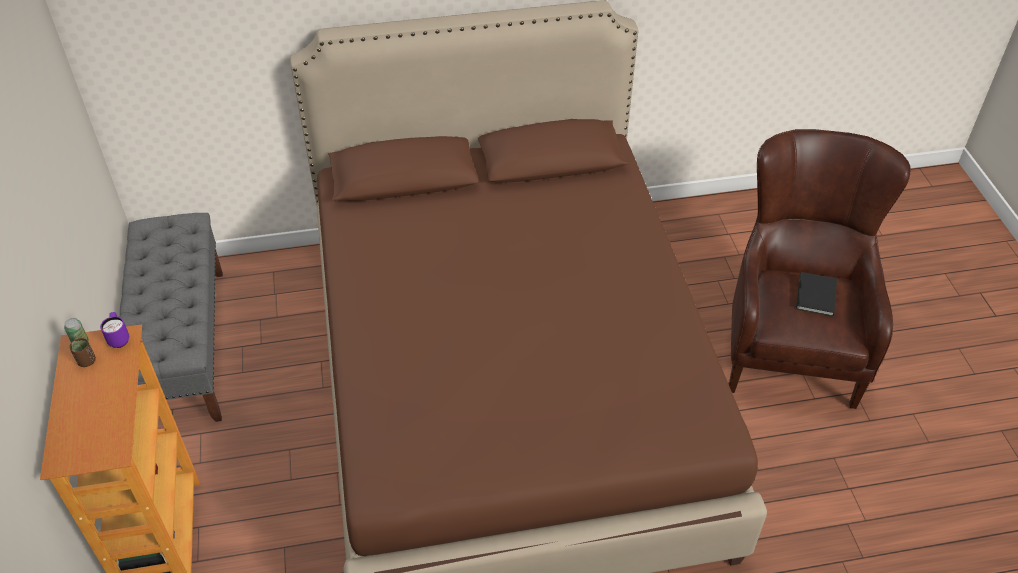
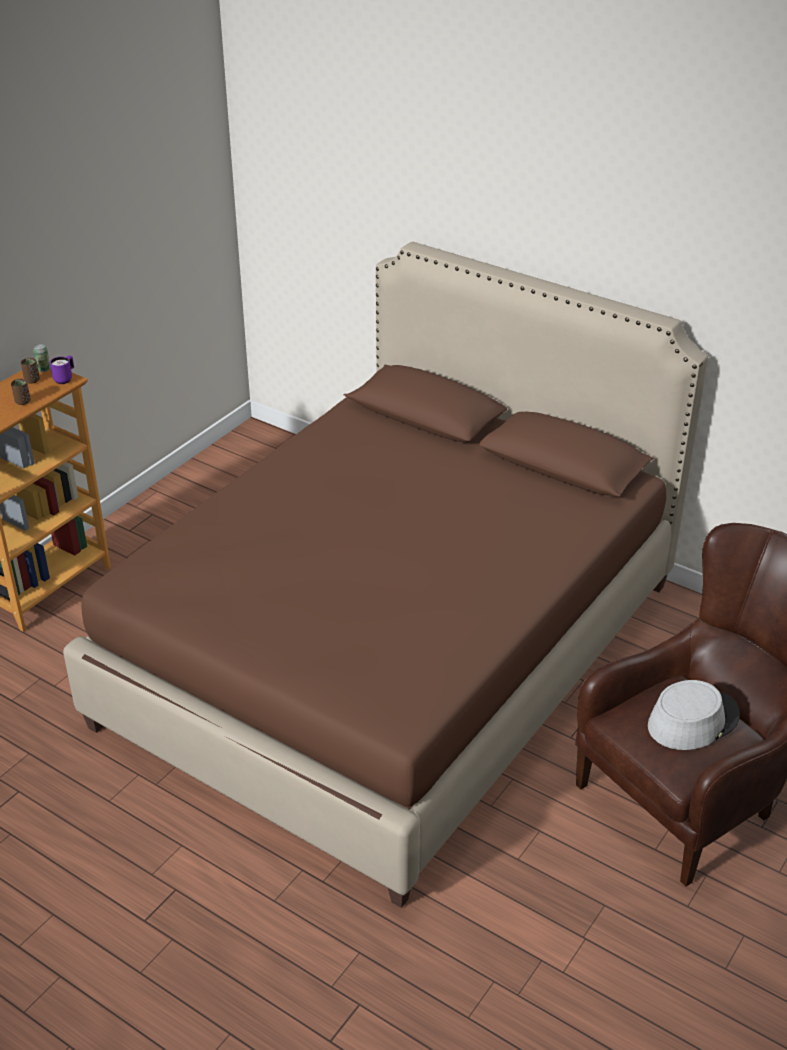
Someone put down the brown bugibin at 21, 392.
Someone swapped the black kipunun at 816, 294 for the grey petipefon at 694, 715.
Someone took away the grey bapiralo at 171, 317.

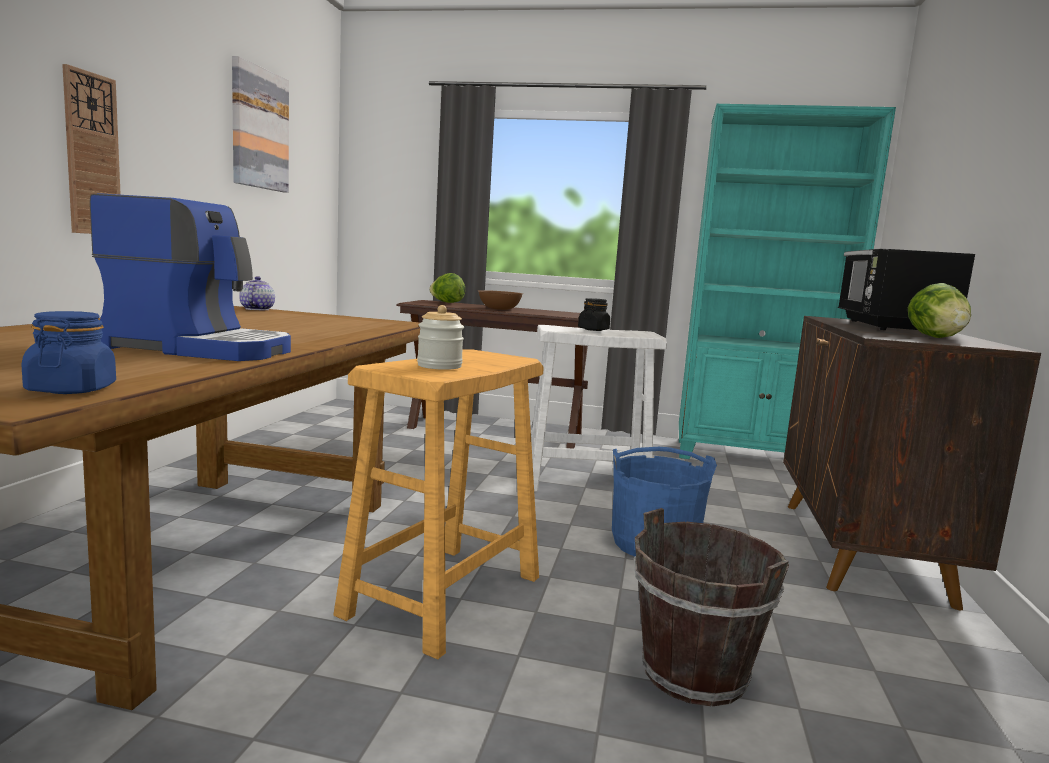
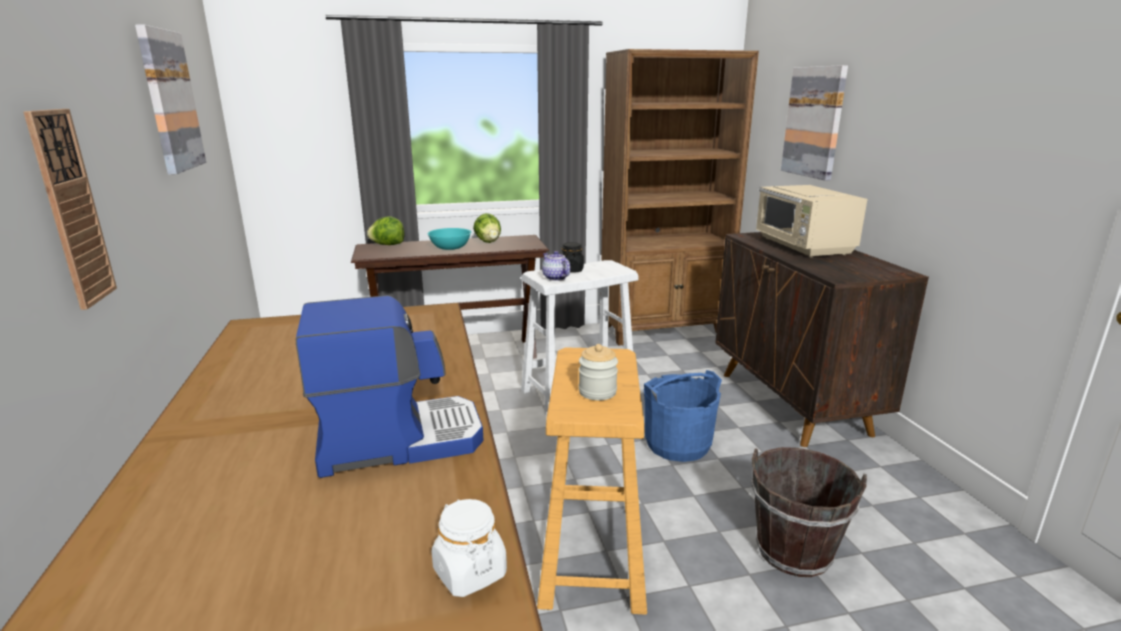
Someone repainted the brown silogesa at 501, 300, which became the turquoise silogesa at 449, 239.
Someone repainted the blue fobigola at 69, 352, which became the white fobigola at 469, 548.
Someone carried the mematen from 939, 310 to 487, 228.
Someone carried the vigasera from 257, 293 to 556, 266.
Someone repainted the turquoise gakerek at 787, 281, which became the brown gakerek at 679, 197.
Someone repainted the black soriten at 906, 289, which became the beige soriten at 811, 221.
Someone put up the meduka at 814, 123.

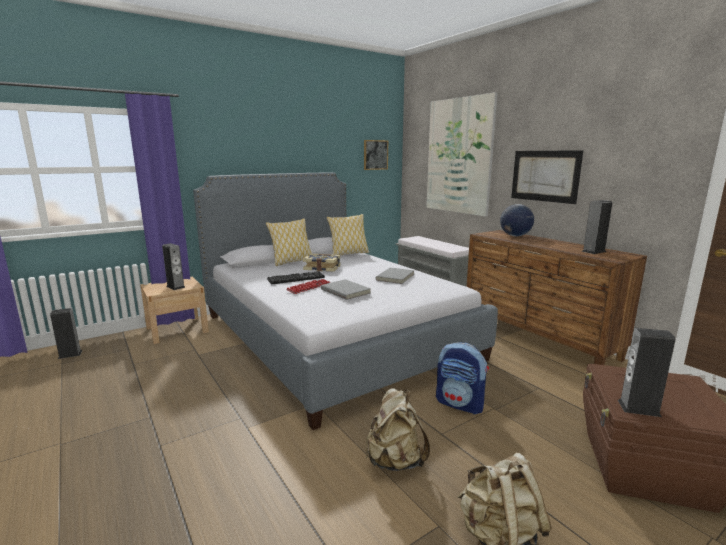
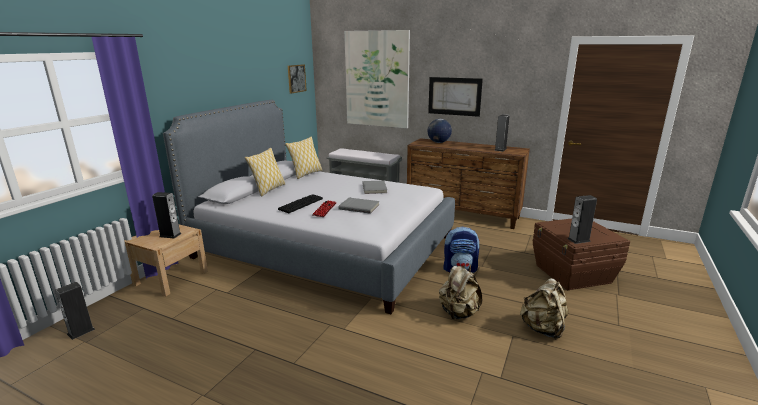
Someone took away the kipunun at 321, 263.

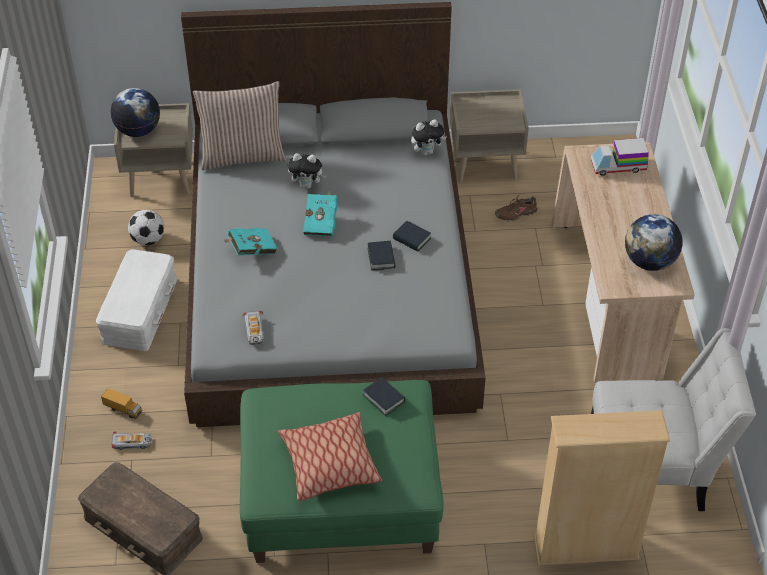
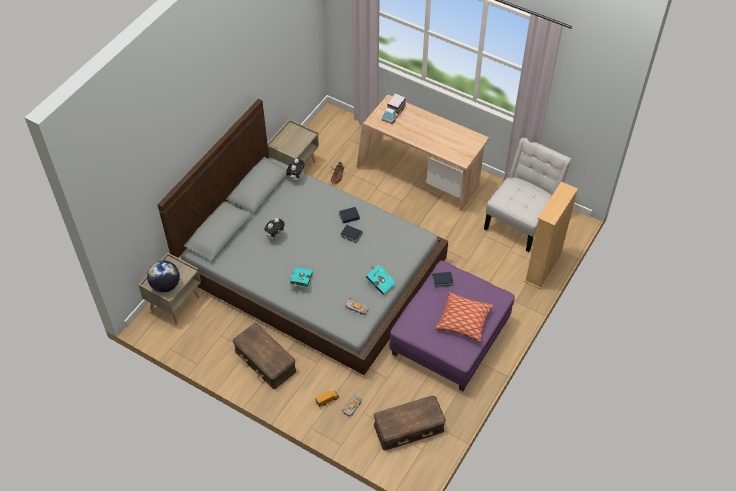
Someone repainted the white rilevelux at 136, 300, which became the brown rilevelux at 264, 356.
Someone carried the turquoise kipunun from 320, 213 to 381, 280.
Someone repainted the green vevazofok at 342, 471, which became the purple vevazofok at 452, 326.
Someone took away the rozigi at 146, 228.
Someone took away the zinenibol at 239, 125.
Someone took away the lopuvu at 654, 242.

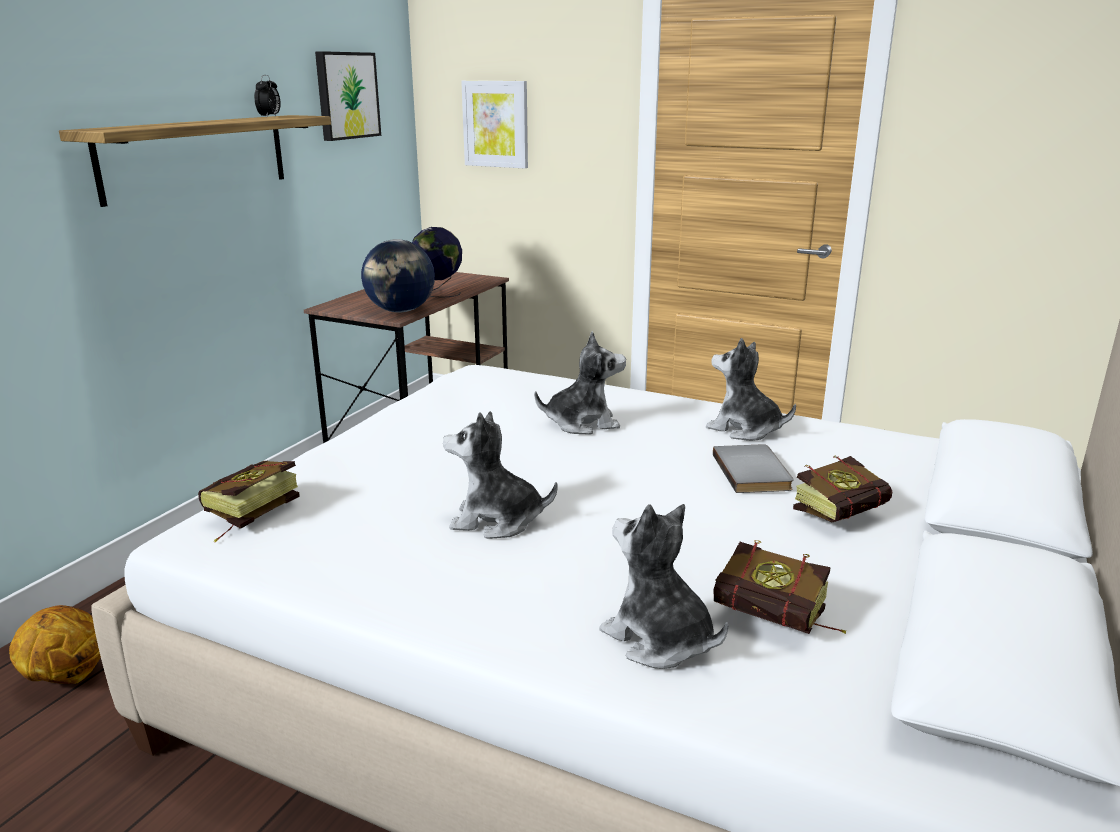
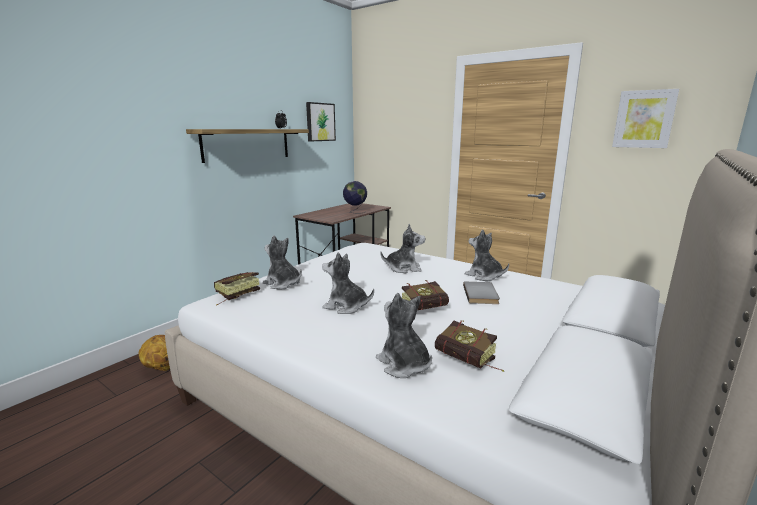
Someone put down the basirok at 282, 262.
Someone carried the kipunun from 843, 489 to 425, 295.
Someone carried the meduka from 494, 124 to 645, 118.
Someone took away the lopuvu at 398, 276.

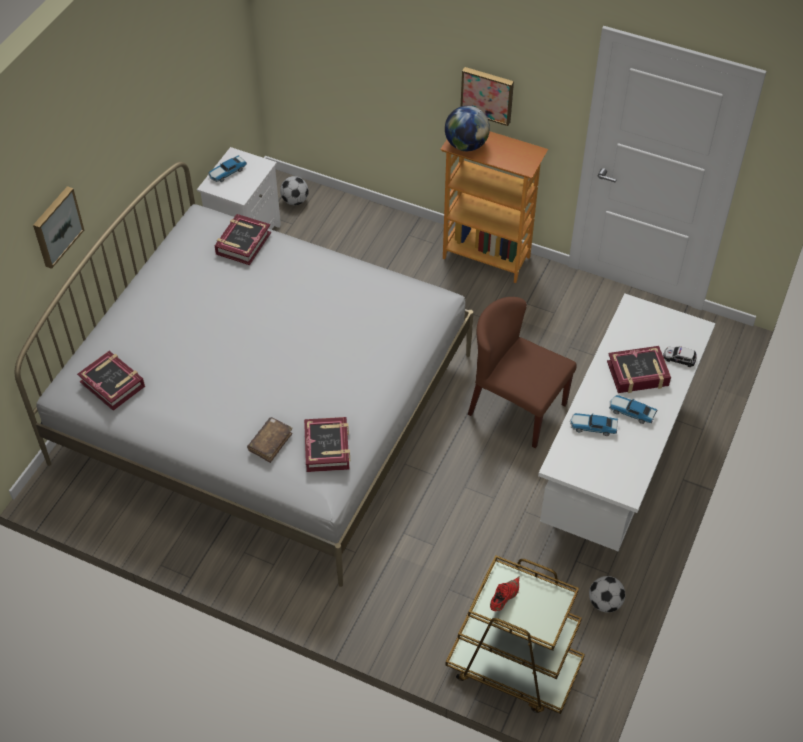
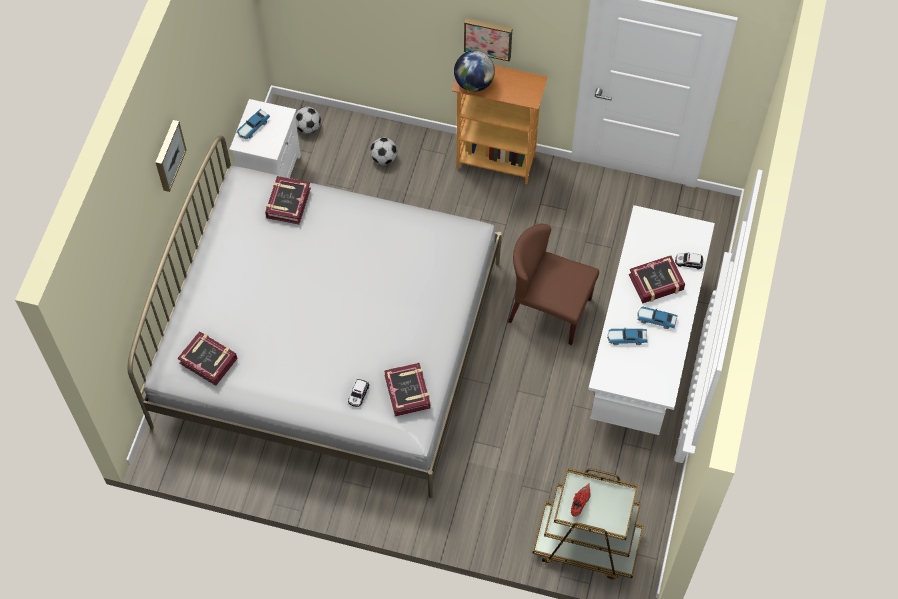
Someone carried the meduka from 58, 227 to 171, 156.
Someone swapped the brown kipunun at 270, 440 for the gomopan at 358, 393.
Someone carried the rozigi from 607, 594 to 383, 151.

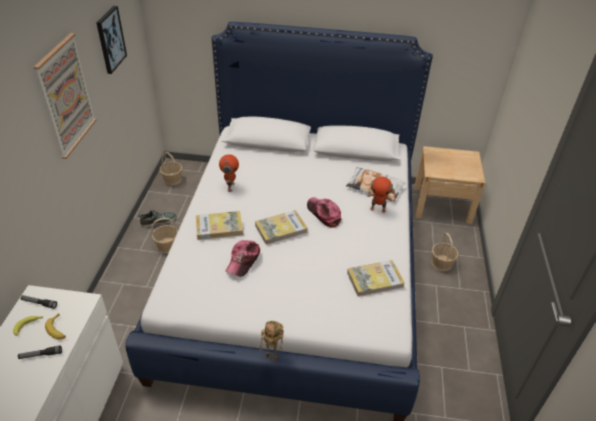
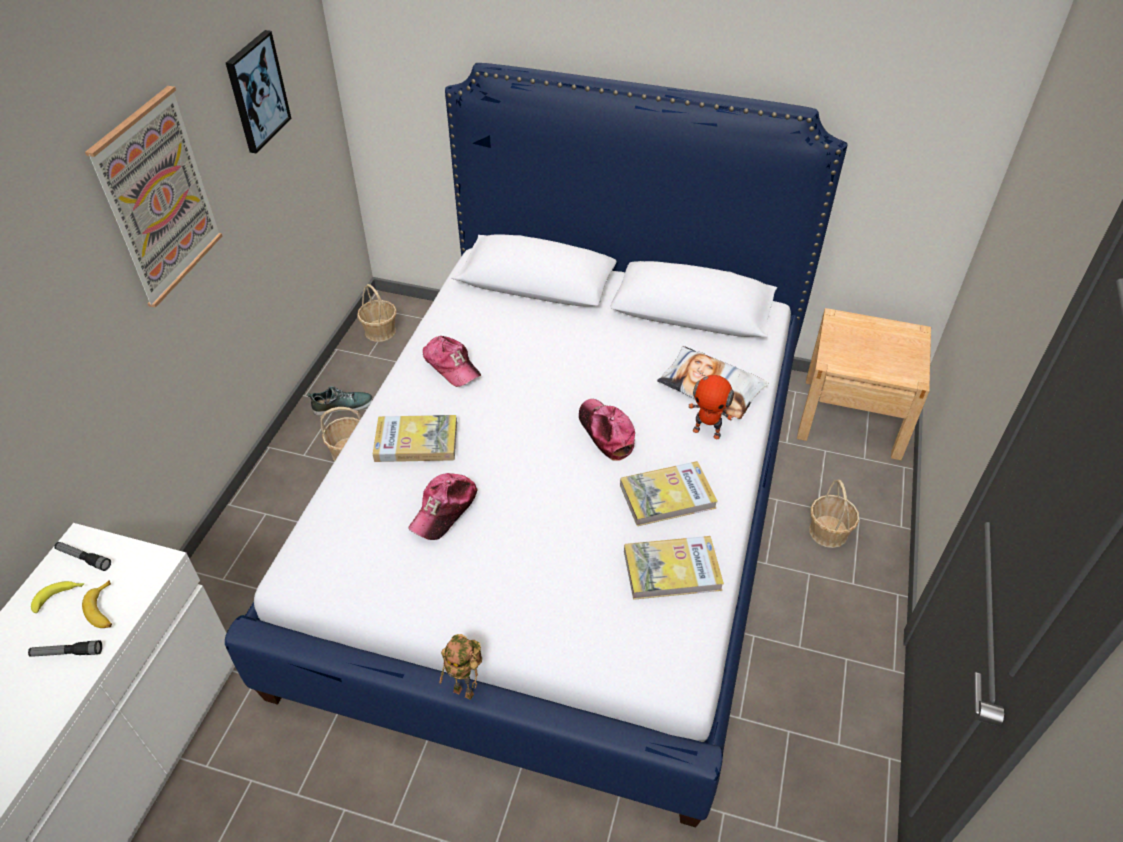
Someone swapped the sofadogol at 229, 173 for the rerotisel at 452, 361.
Someone carried the kipunun from 281, 227 to 669, 493.

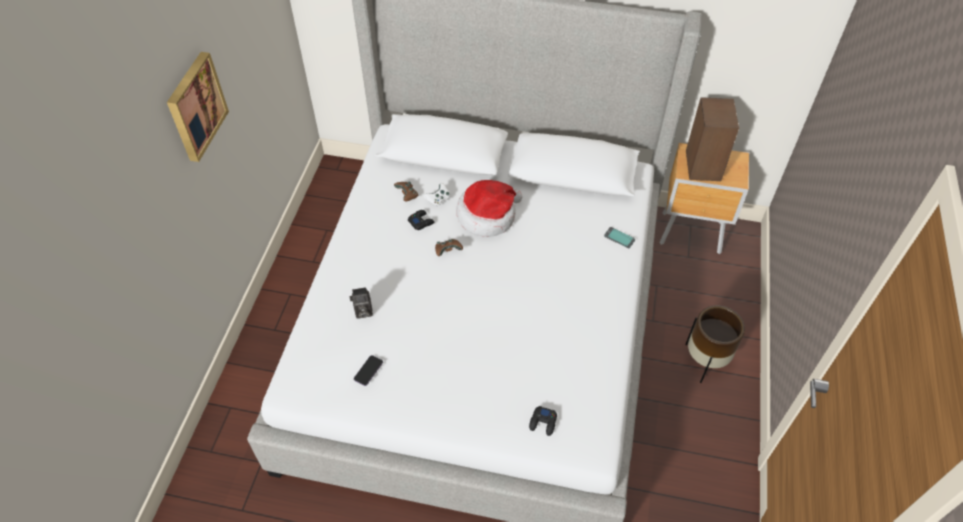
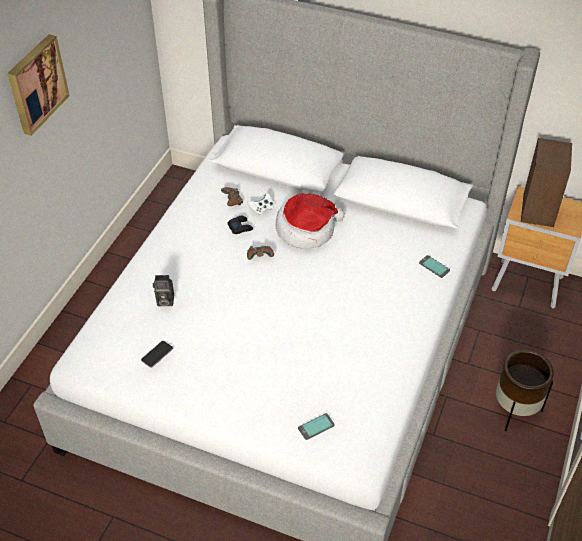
Someone swapped the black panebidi at 543, 421 for the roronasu at 316, 426.

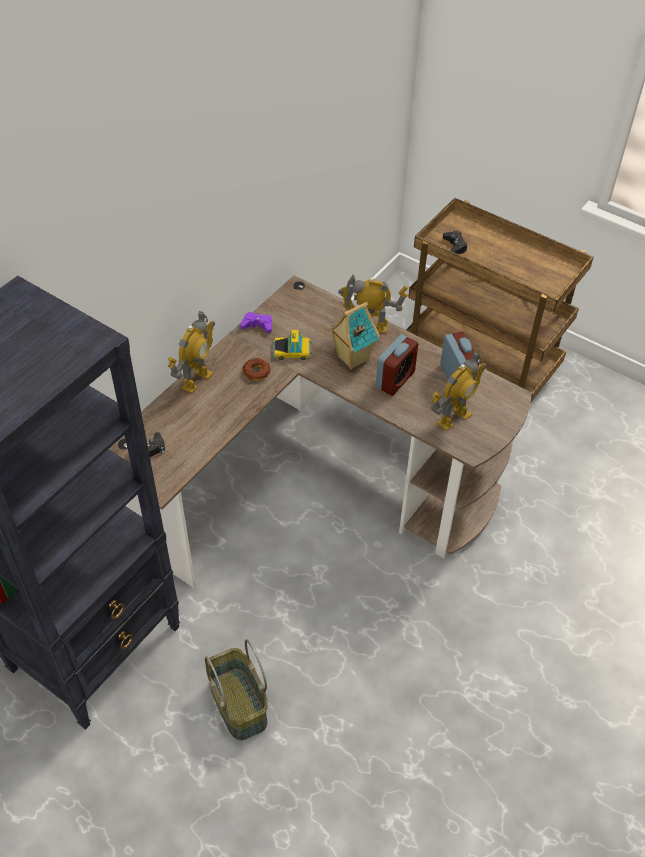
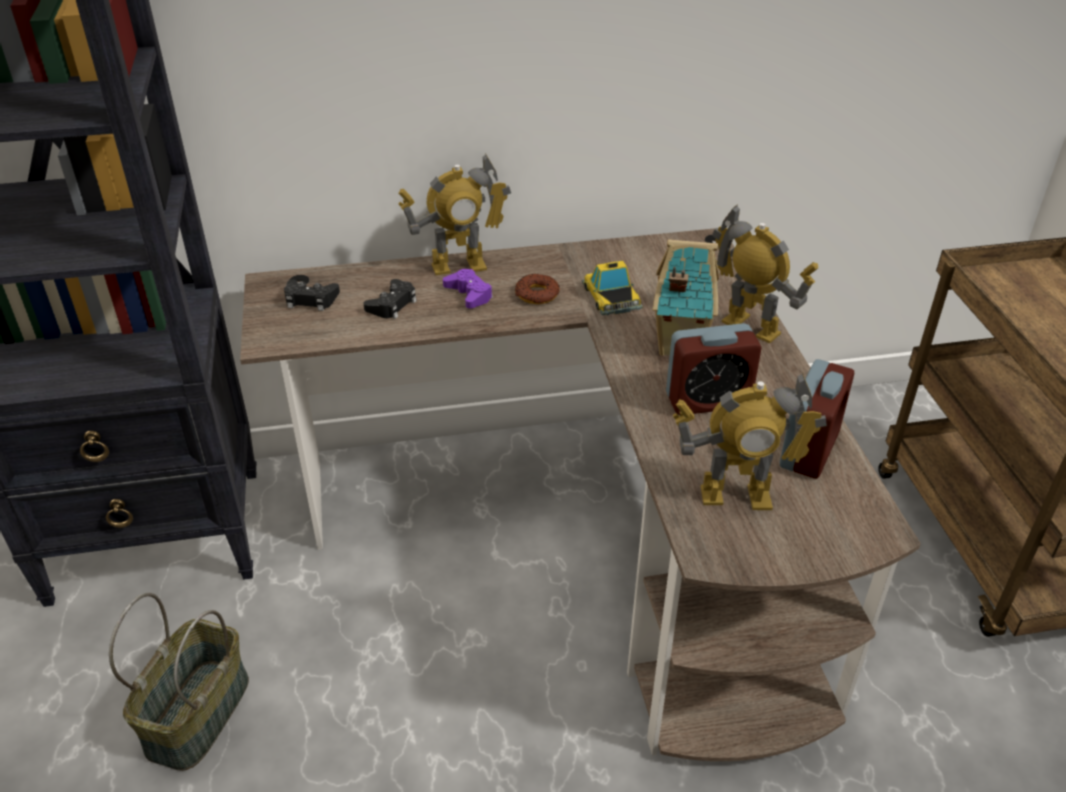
Someone carried the black panebidi from 455, 242 to 390, 299.
Someone carried the purple panebidi from 256, 322 to 468, 289.
Someone rotated the gomopan at 292, 345 by 150 degrees counterclockwise.

